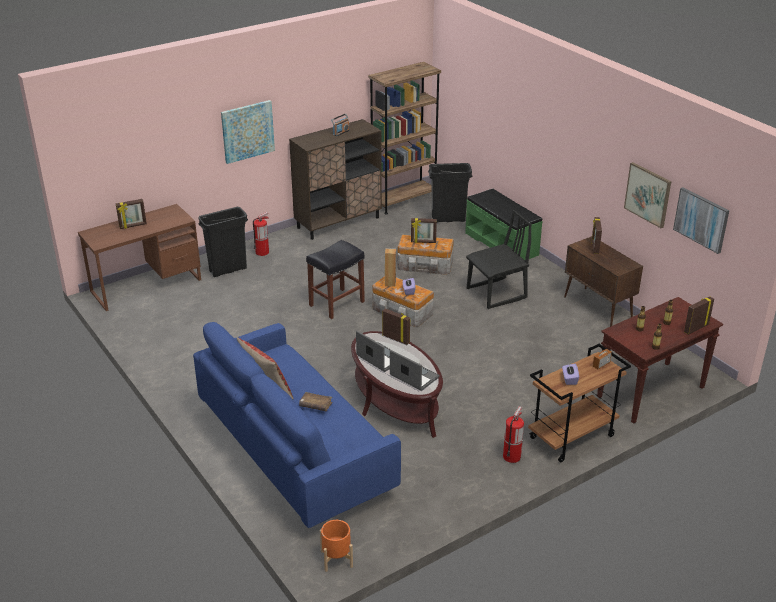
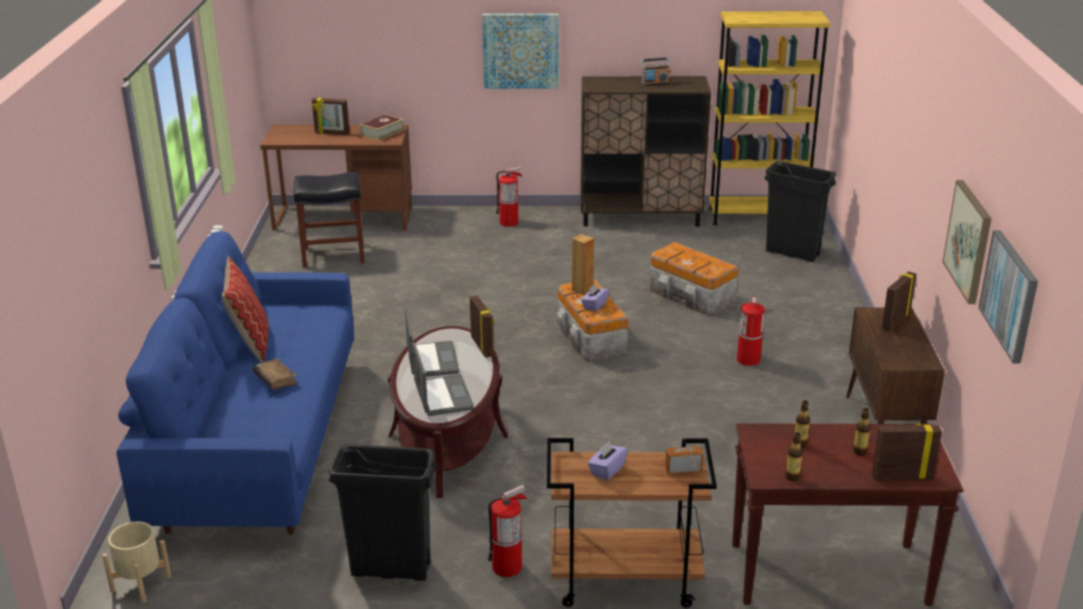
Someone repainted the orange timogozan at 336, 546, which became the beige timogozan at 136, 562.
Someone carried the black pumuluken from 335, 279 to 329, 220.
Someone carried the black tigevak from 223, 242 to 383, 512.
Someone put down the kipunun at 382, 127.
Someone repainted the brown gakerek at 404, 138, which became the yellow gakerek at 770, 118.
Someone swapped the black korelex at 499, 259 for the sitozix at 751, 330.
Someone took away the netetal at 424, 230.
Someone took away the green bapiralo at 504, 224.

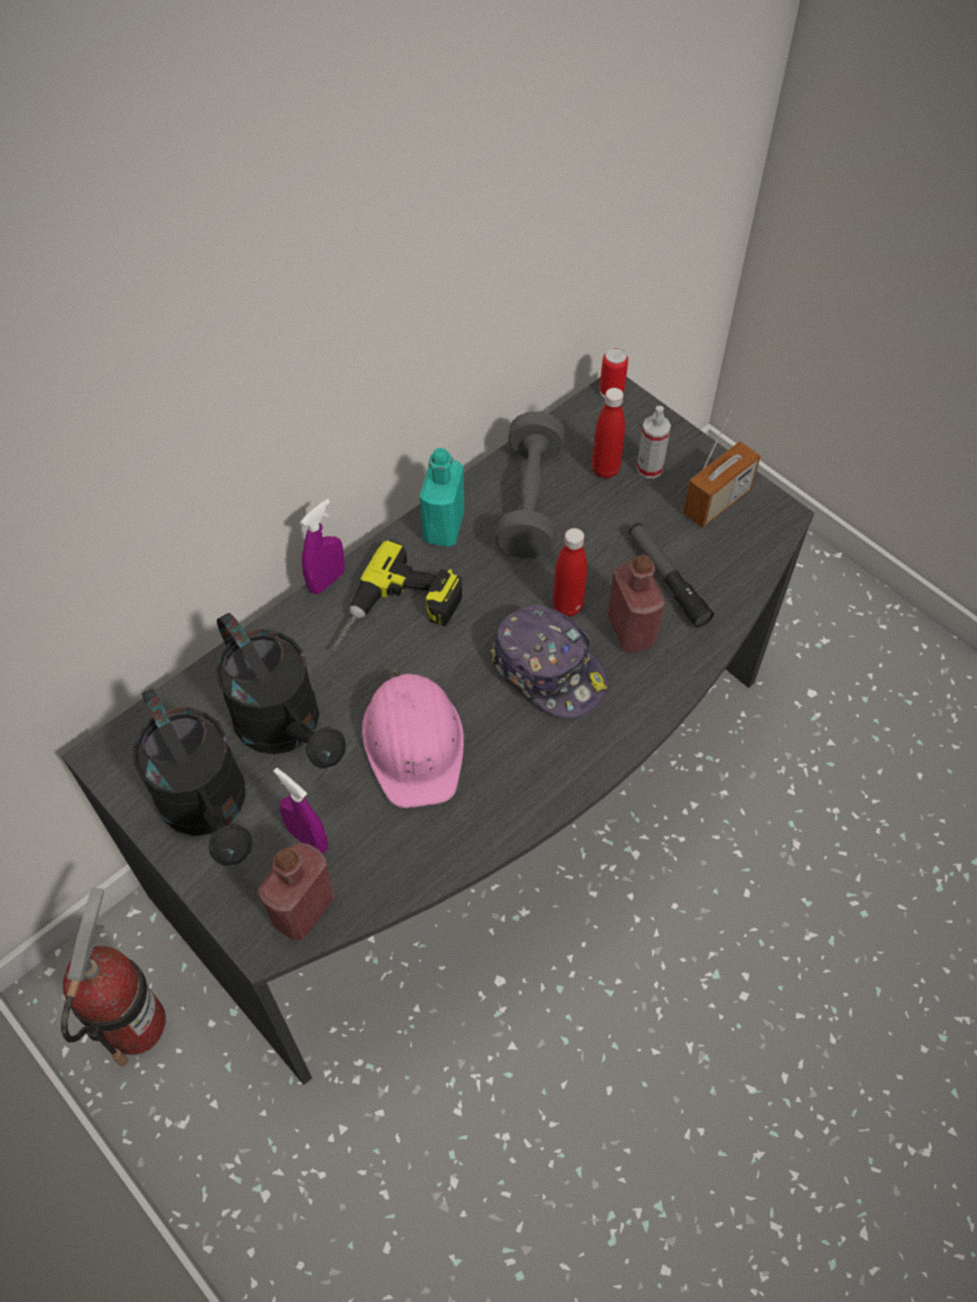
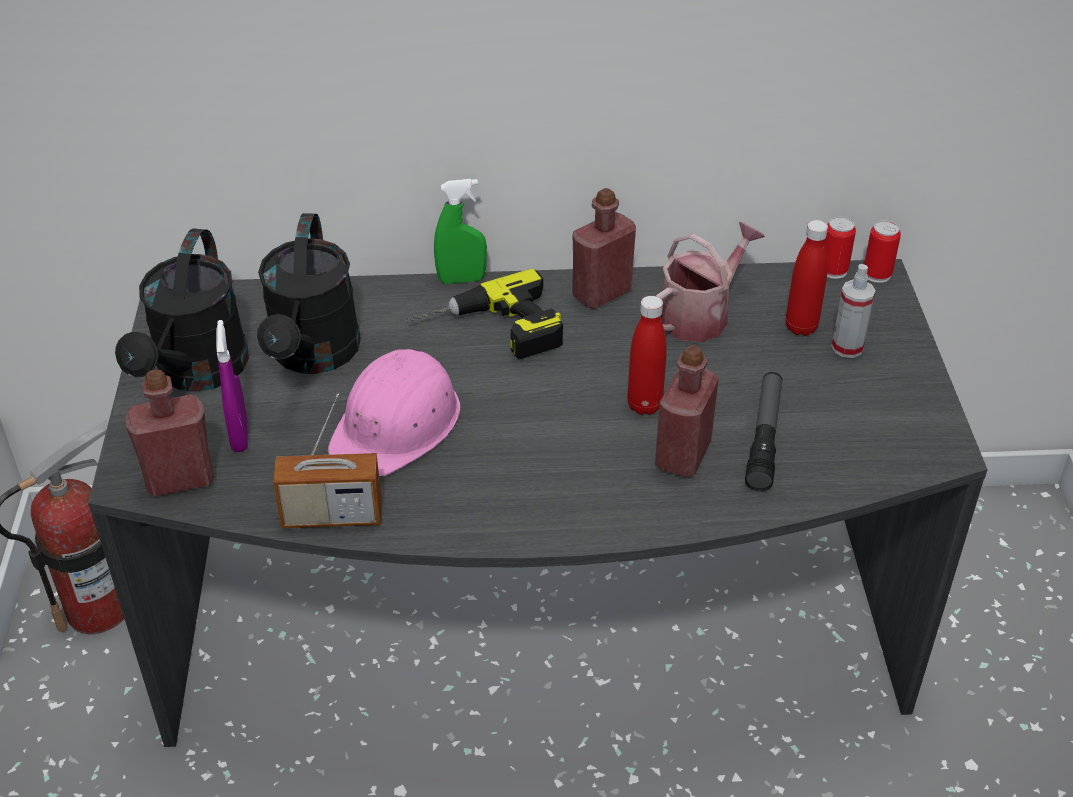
Someone carried the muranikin from 722, 469 to 327, 461.
Someone repainted the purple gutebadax at 323, 546, which became the green gutebadax at 460, 231.
Someone repainted the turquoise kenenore at 442, 497, which became the red kenenore at 604, 248.
Someone swapped the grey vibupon at 530, 485 for the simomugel at 710, 281.
Someone put down the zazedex at 840, 248.
Someone took away the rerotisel at 548, 661.

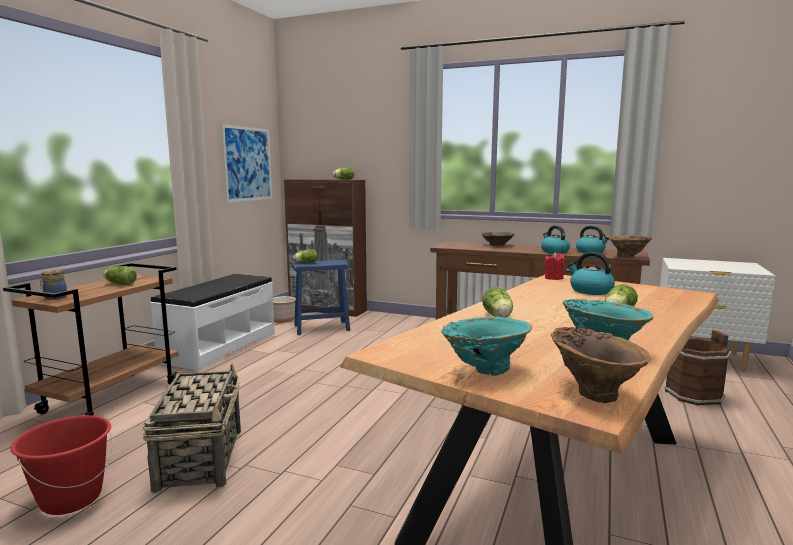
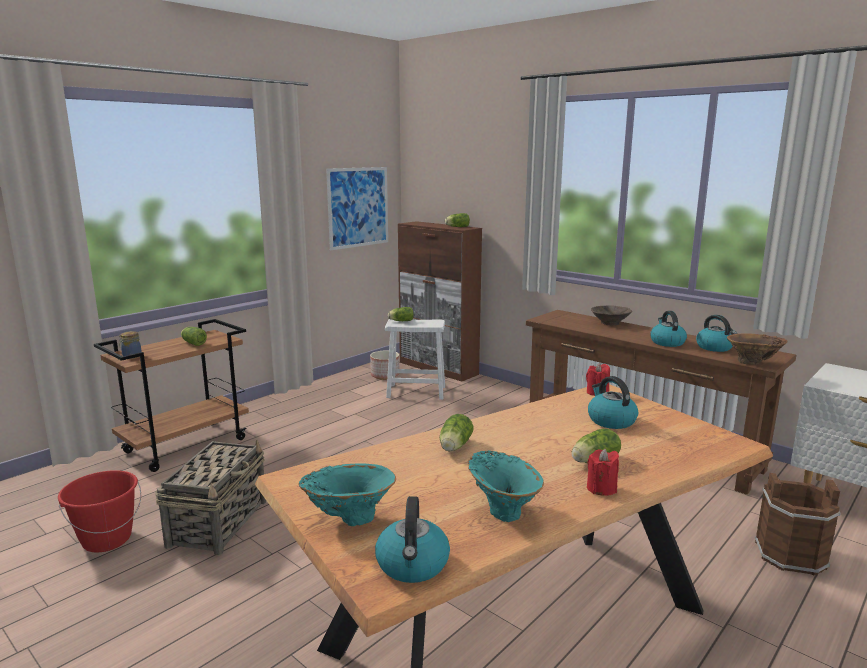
Someone swapped the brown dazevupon at 601, 365 for the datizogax at 412, 539.
Someone repainted the blue pumuluken at 321, 297, which became the white pumuluken at 415, 359.
Someone put down the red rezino at 603, 472.
Someone took away the white bapiralo at 212, 322.

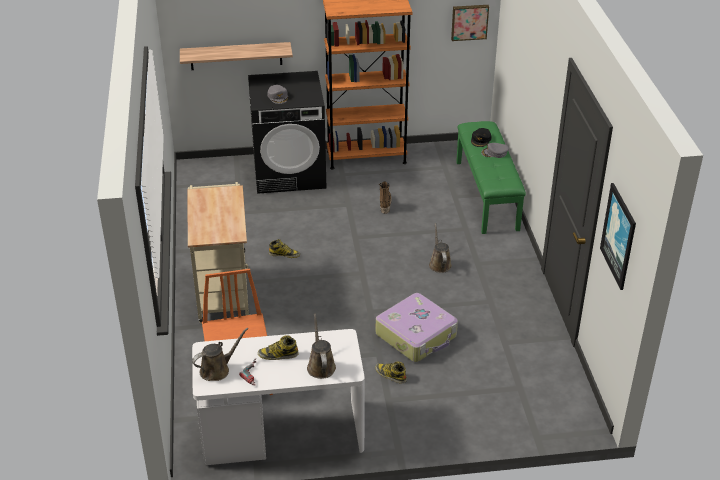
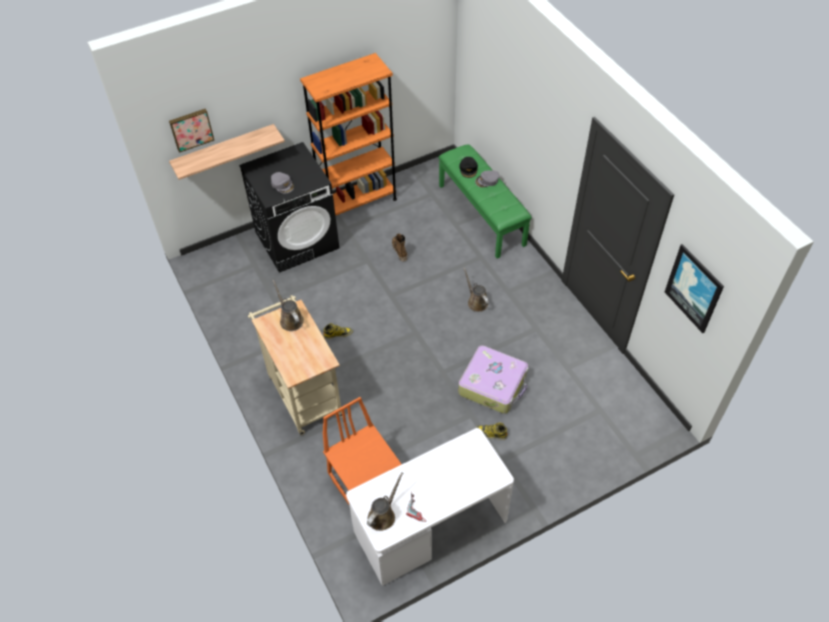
Someone carried the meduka from 470, 23 to 191, 131.
Someone carried the brown simomugel from 321, 346 to 288, 305.
Someone took away the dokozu at 278, 347.

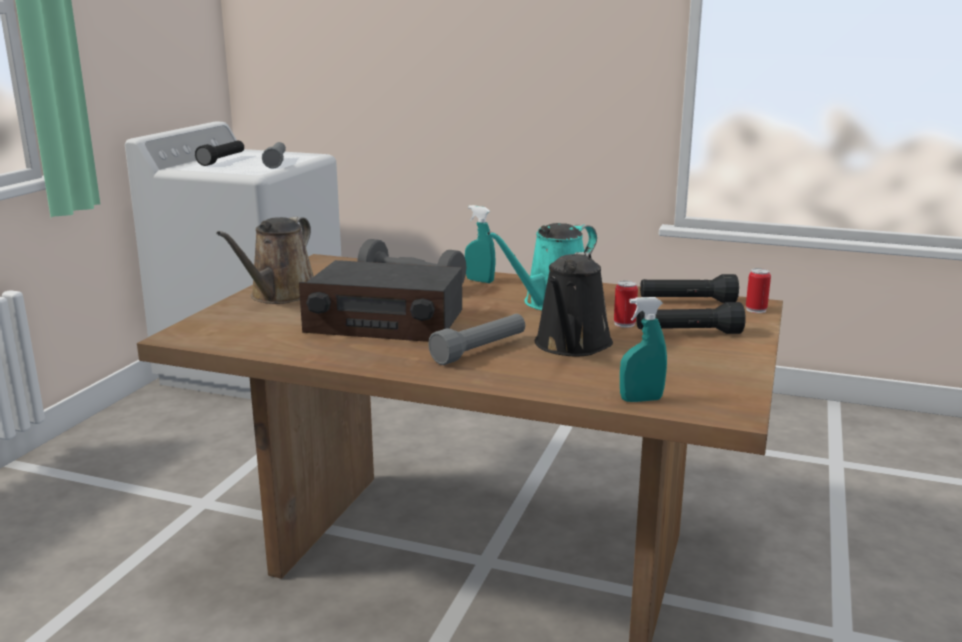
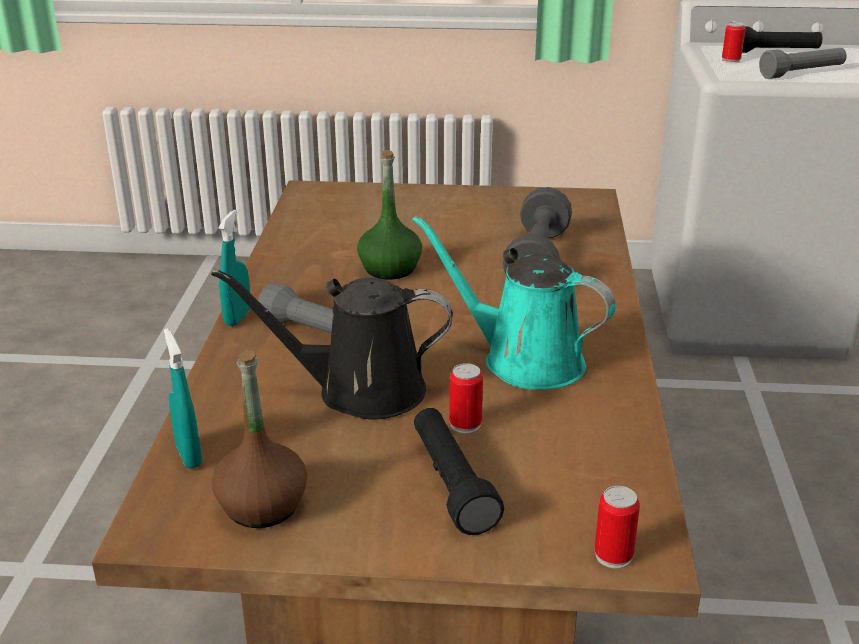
Someone put down the brown kenenore at 259, 439.
Someone carried the turquoise gutebadax from 480, 244 to 234, 268.
Someone swapped the muranikin at 380, 301 for the green kenenore at 389, 215.
Someone put down the zazedex at 734, 42.
Someone took away the brown simomugel at 265, 260.
Someone took away the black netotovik at 689, 288.

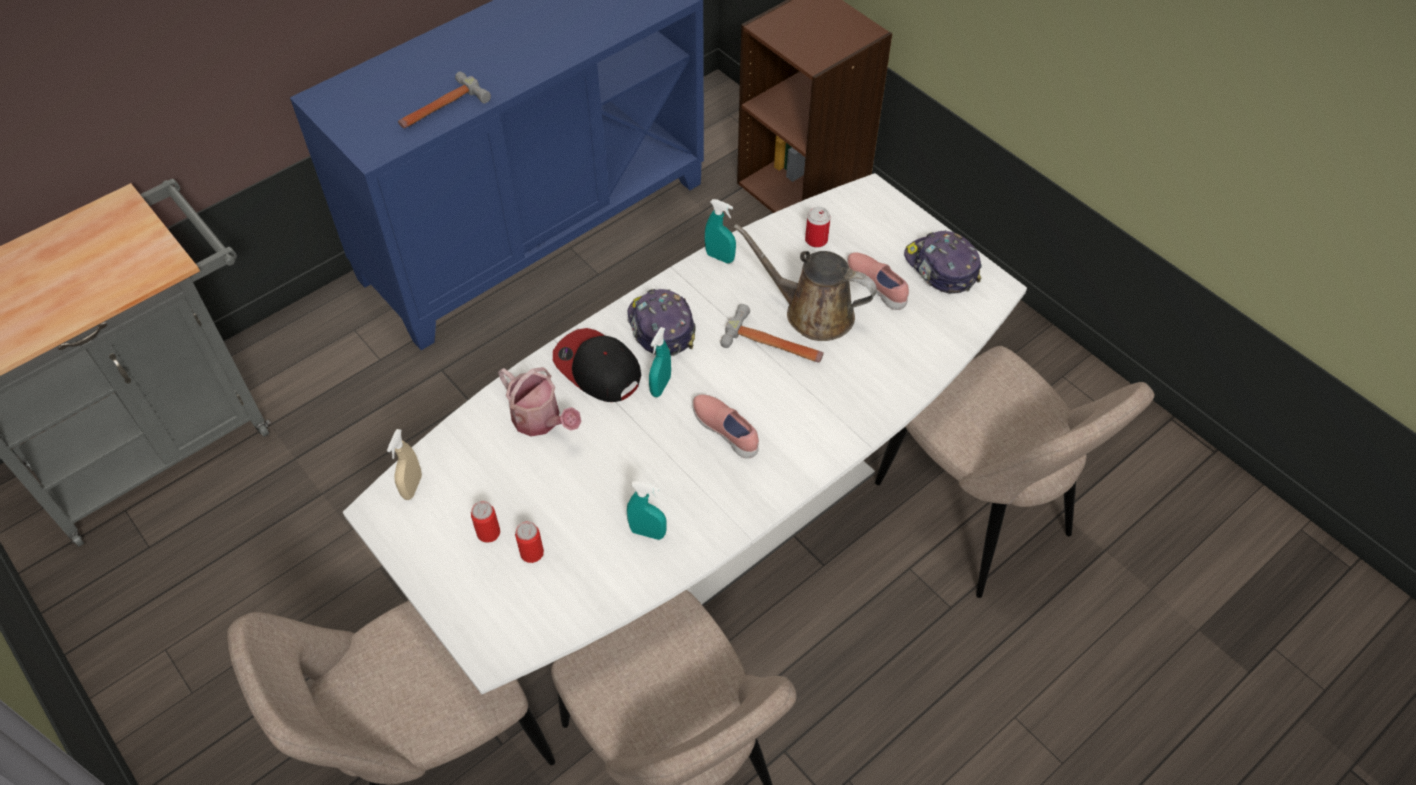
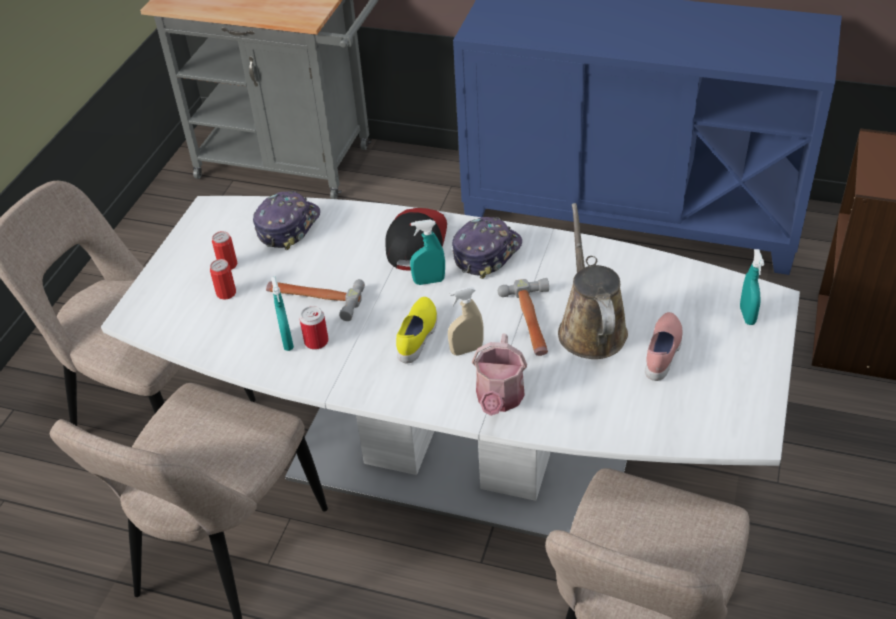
Someone carried the rerotisel from 943, 261 to 286, 220.
Someone carried the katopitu from 444, 100 to 315, 300.
Someone carried the zazedex from 818, 227 to 314, 328.
Someone repainted the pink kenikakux at 726, 427, which became the yellow kenikakux at 416, 330.
Someone carried the beige gutebadax from 404, 464 to 466, 321.
Someone carried the simomugel from 539, 402 to 499, 375.
Someone carried the turquoise gutebadax from 720, 231 to 752, 287.

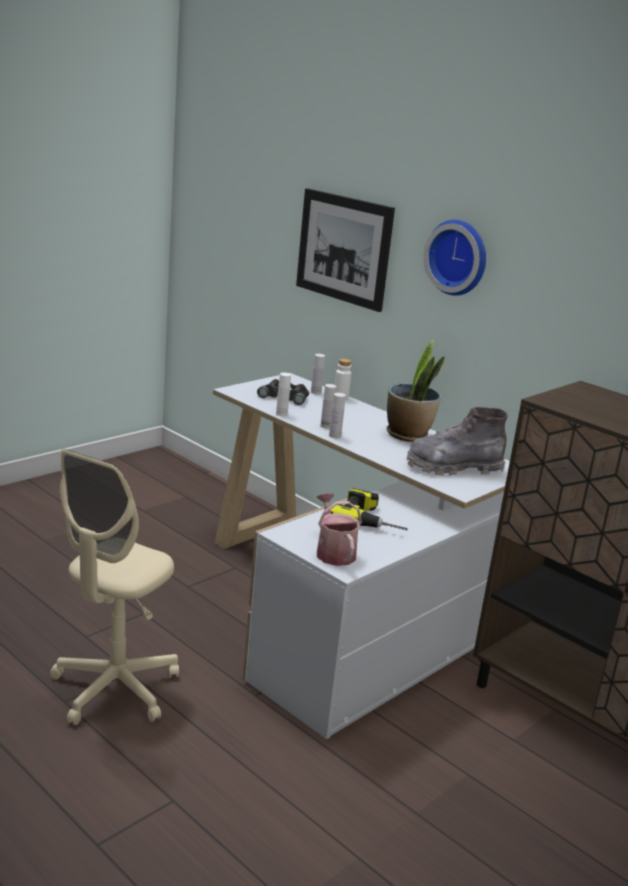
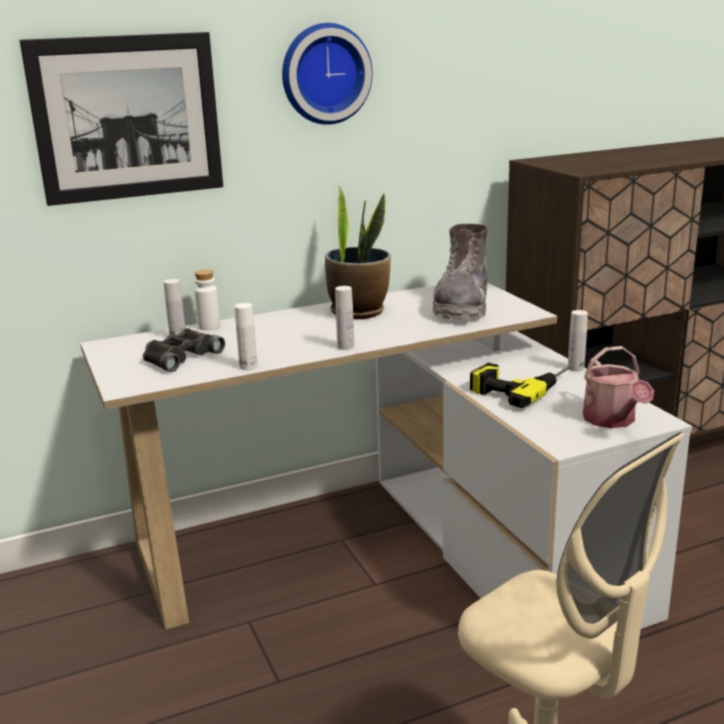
Someone carried the white kenenore from 329, 406 to 578, 340.
Someone rotated the simomugel at 339, 529 by 105 degrees counterclockwise.

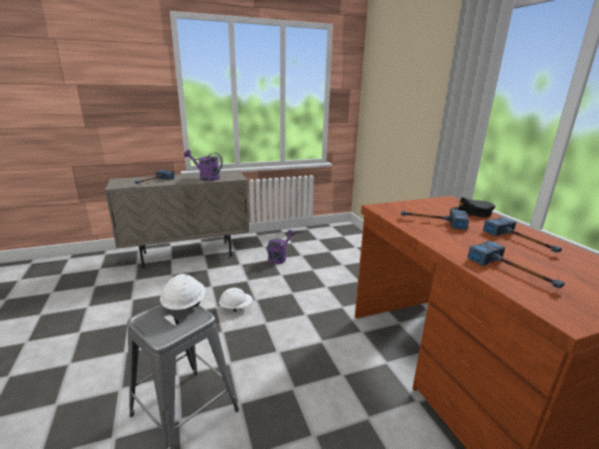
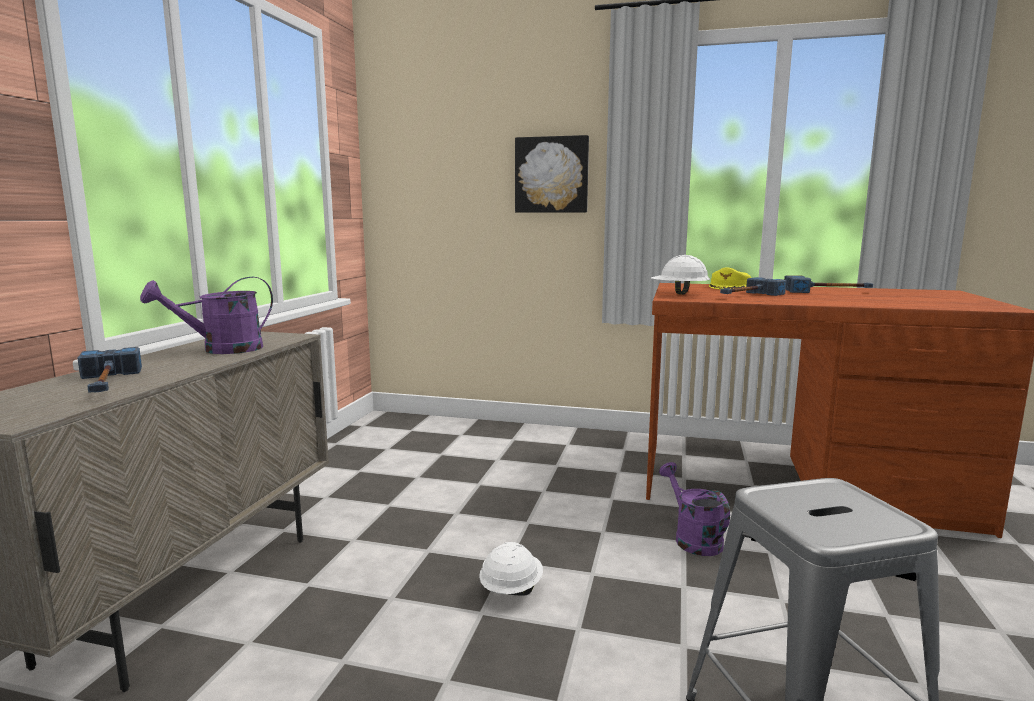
Someone put up the meduka at 552, 174.
Someone carried the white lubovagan from 182, 292 to 680, 274.
Someone carried the purple simomugel from 281, 247 to 694, 509.
Someone repainted the black rerotisel at 472, 207, which became the yellow rerotisel at 730, 278.
Someone took away the katopitu at 516, 264.

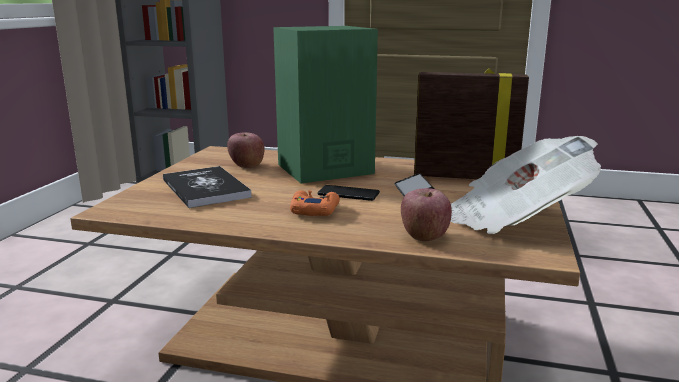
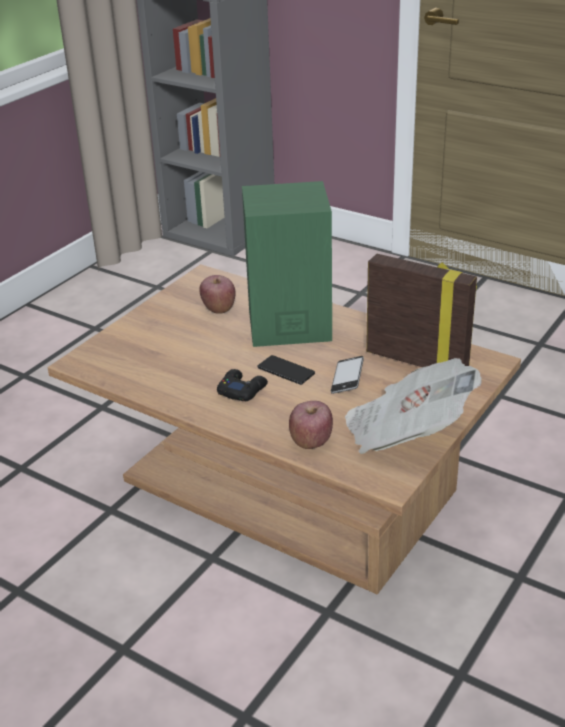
Someone repainted the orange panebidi at 315, 203, which became the black panebidi at 242, 385.
Someone took away the kipunun at 207, 187.

